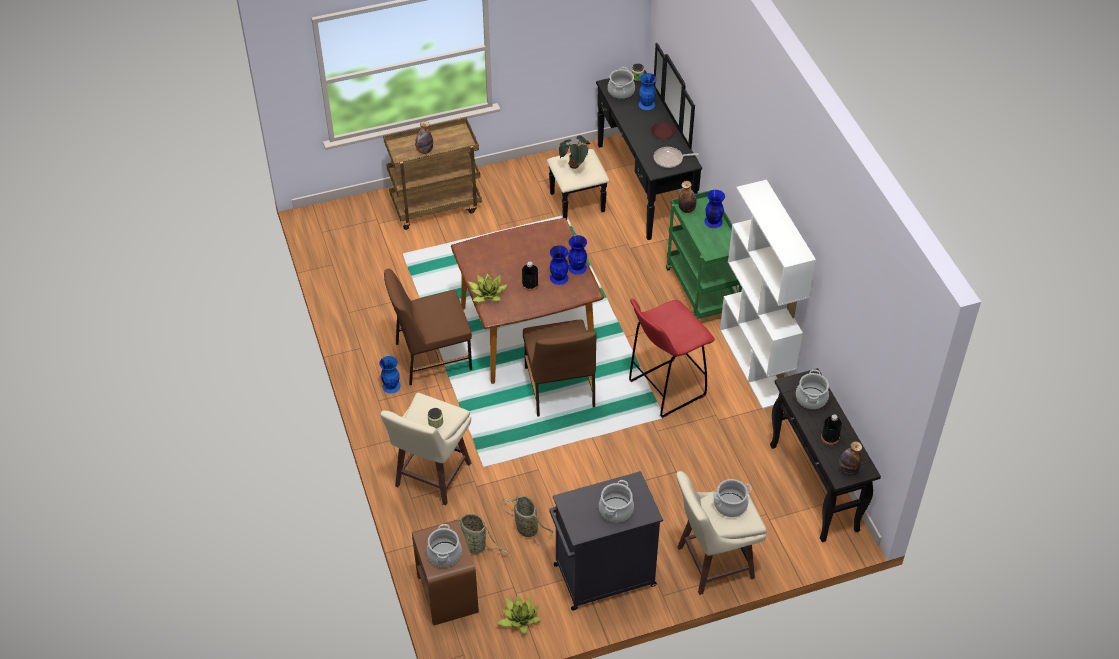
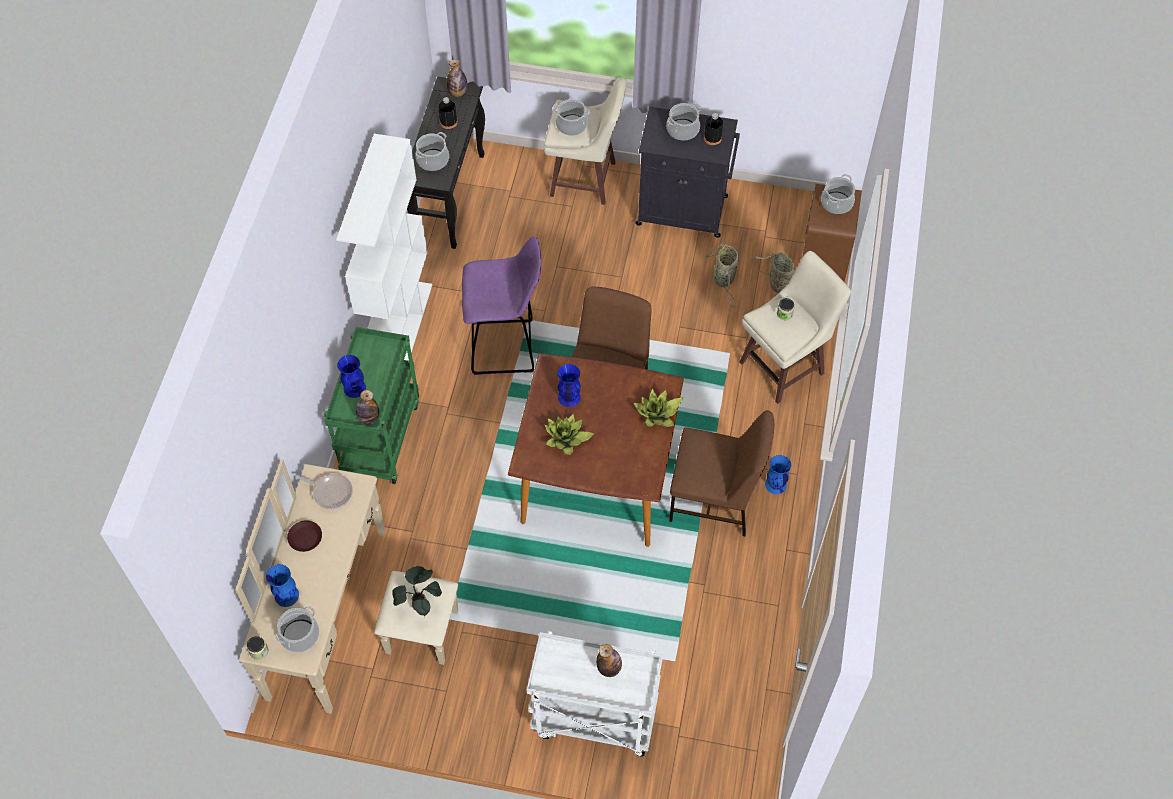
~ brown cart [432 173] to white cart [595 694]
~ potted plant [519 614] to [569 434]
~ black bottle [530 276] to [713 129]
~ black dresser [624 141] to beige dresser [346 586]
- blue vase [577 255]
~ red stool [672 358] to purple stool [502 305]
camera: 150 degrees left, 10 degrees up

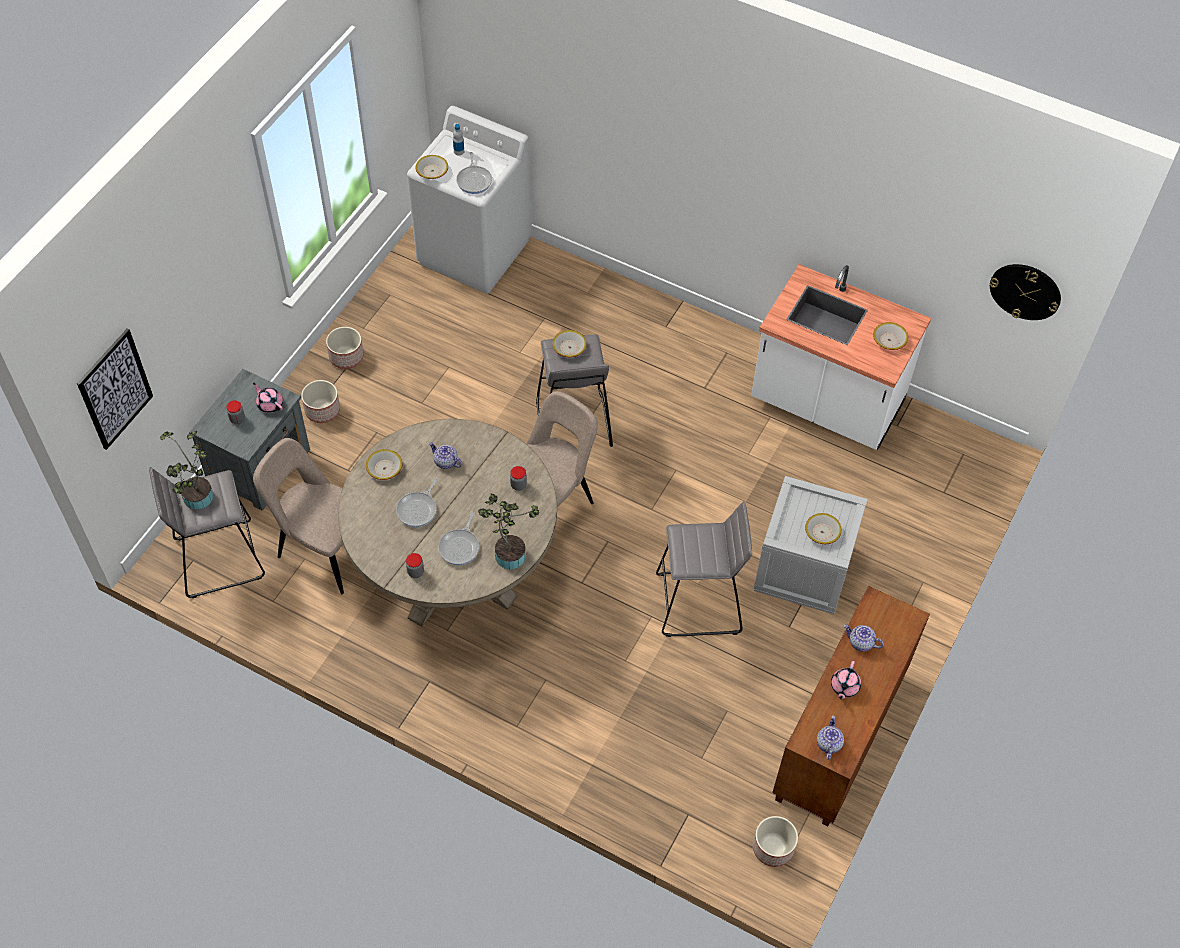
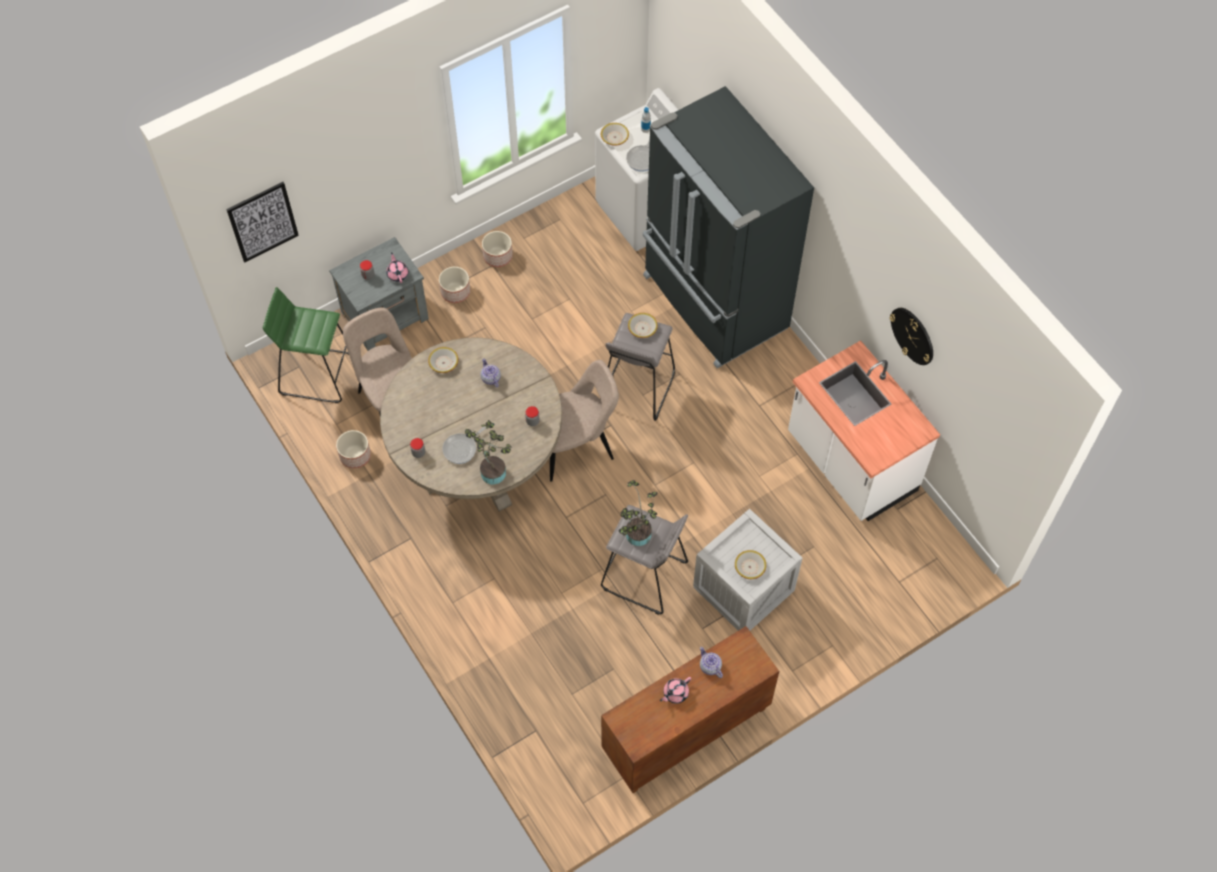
~ grey stool [207 532] to green stool [306 345]
~ potted plant [186 470] to [638 513]
- frying pan [417 502]
~ planter [775 841] to [353 449]
- teapot [830 738]
- bowl [890 336]
~ wall clock [1025 292] to [911 336]
+ black fridge [728 227]
camera: 30 degrees right, 5 degrees up

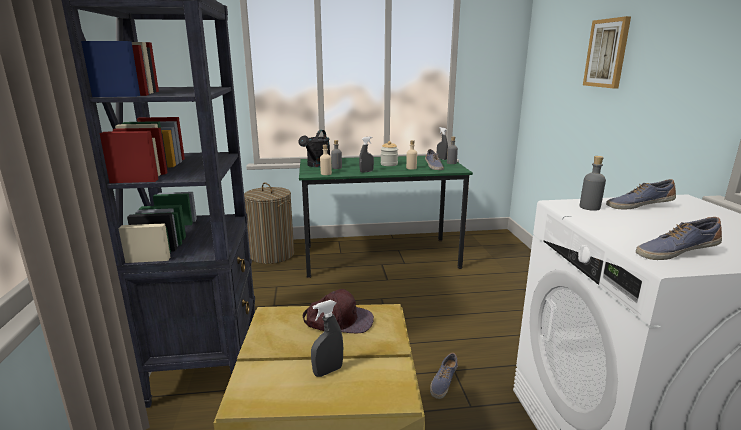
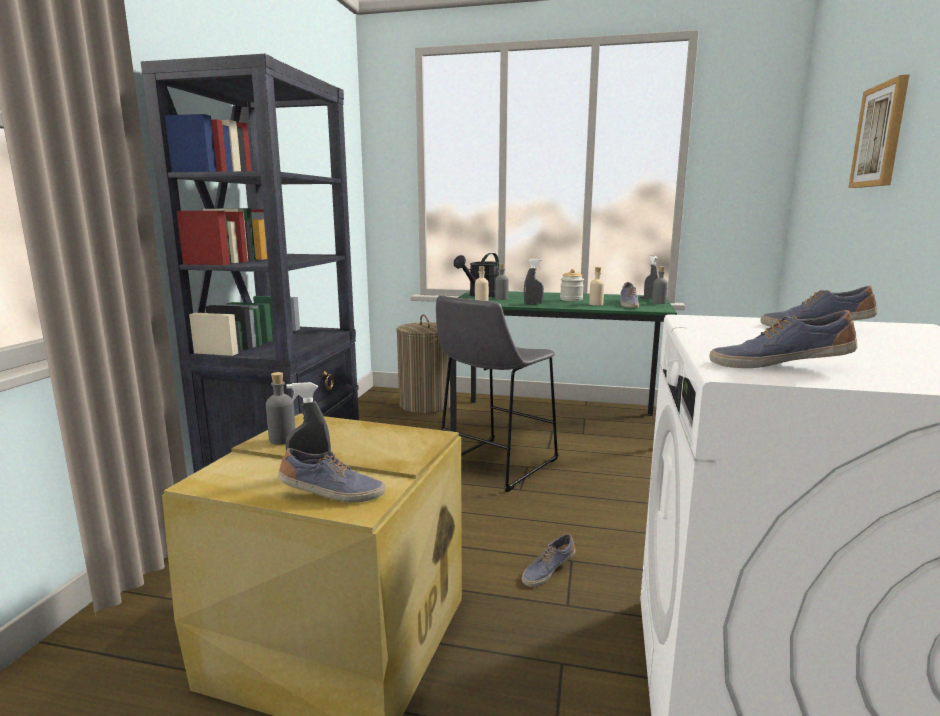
- brown cap [338 311]
~ grey bottle [592 183] to [280 408]
+ shoe [331 475]
+ grey stool [497 393]
camera: 20 degrees right, 5 degrees down

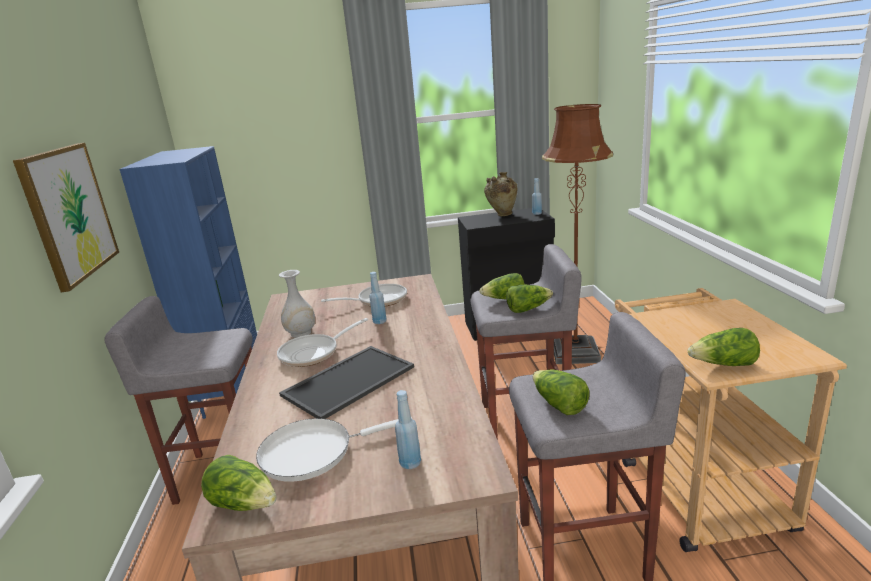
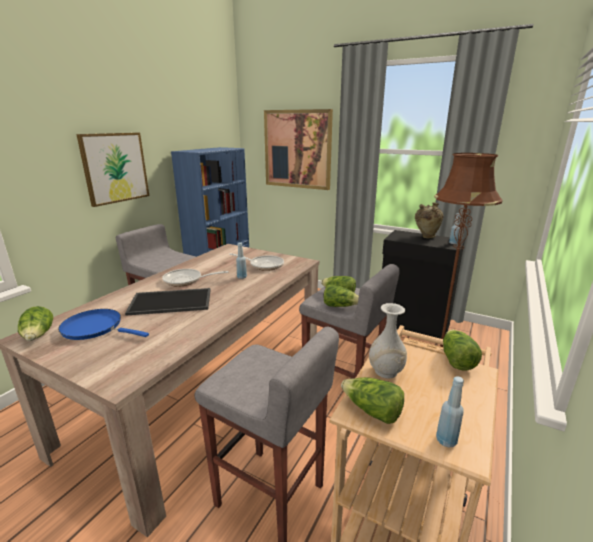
~ white frying pan [334 449] to blue frying pan [103 324]
~ white vase [297 304] to [388 341]
~ blue bottle [408 429] to [450 412]
~ lettuce [560 392] to [462 350]
+ picture [298 149]
camera: 35 degrees right, 0 degrees up

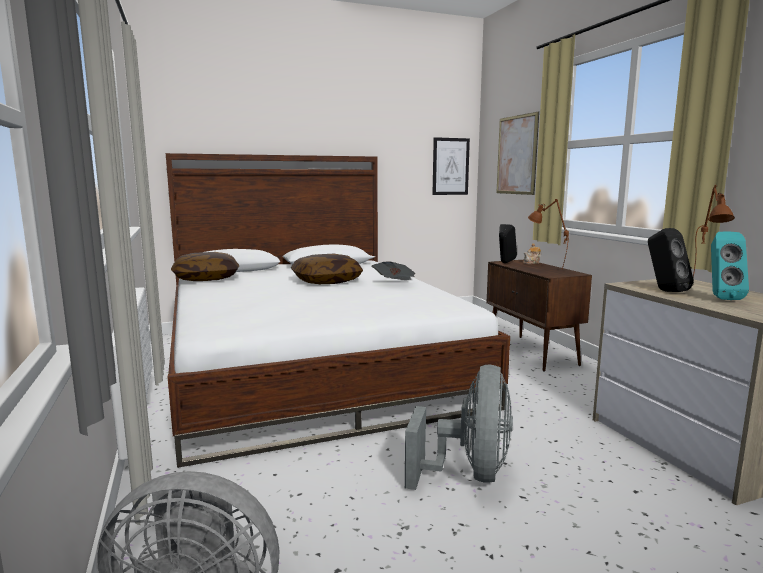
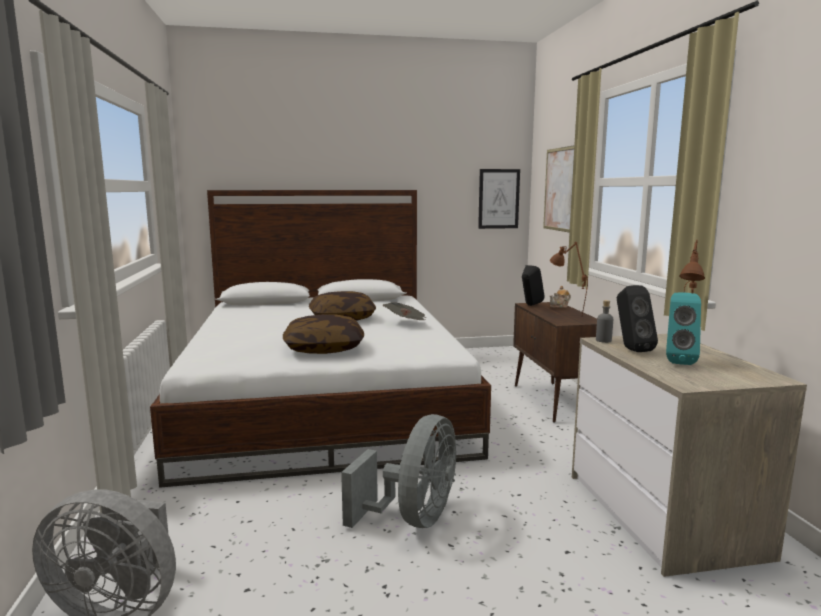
~ pillow [205 266] to [323 334]
+ grey bottle [604 321]
camera: 10 degrees right, 0 degrees up

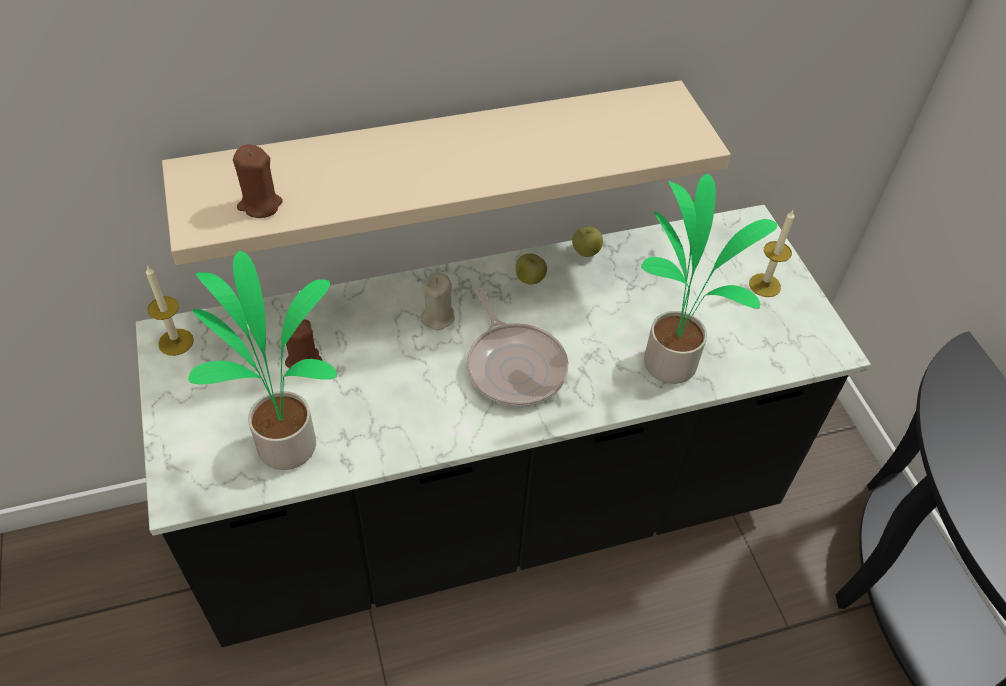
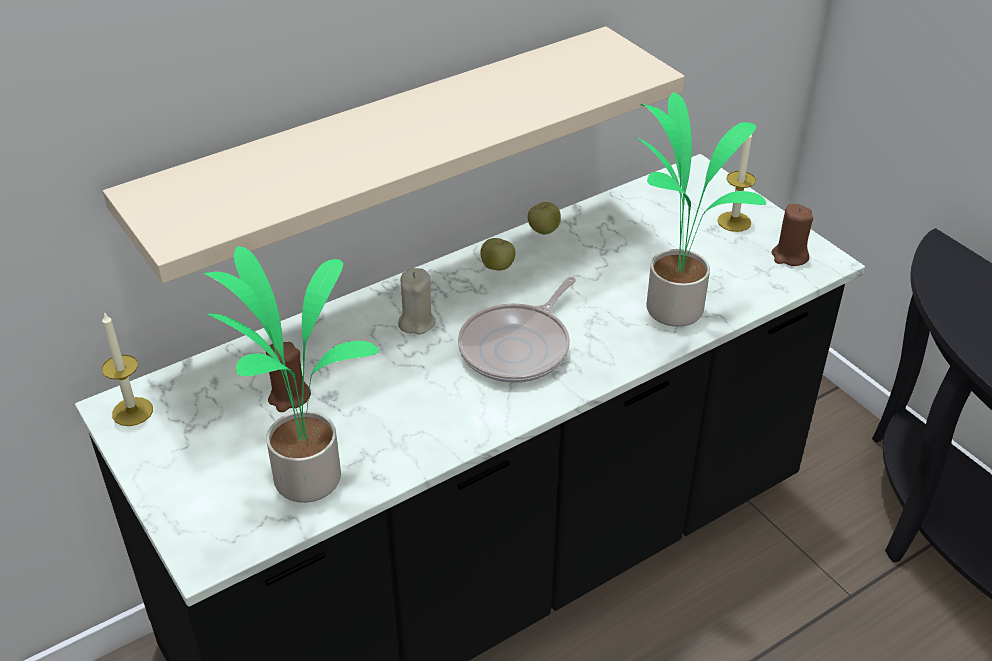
~ brown candle [258 181] to [792 235]
~ frying pan [517 347] = [517 330] 75 degrees clockwise
camera: 15 degrees left, 10 degrees down

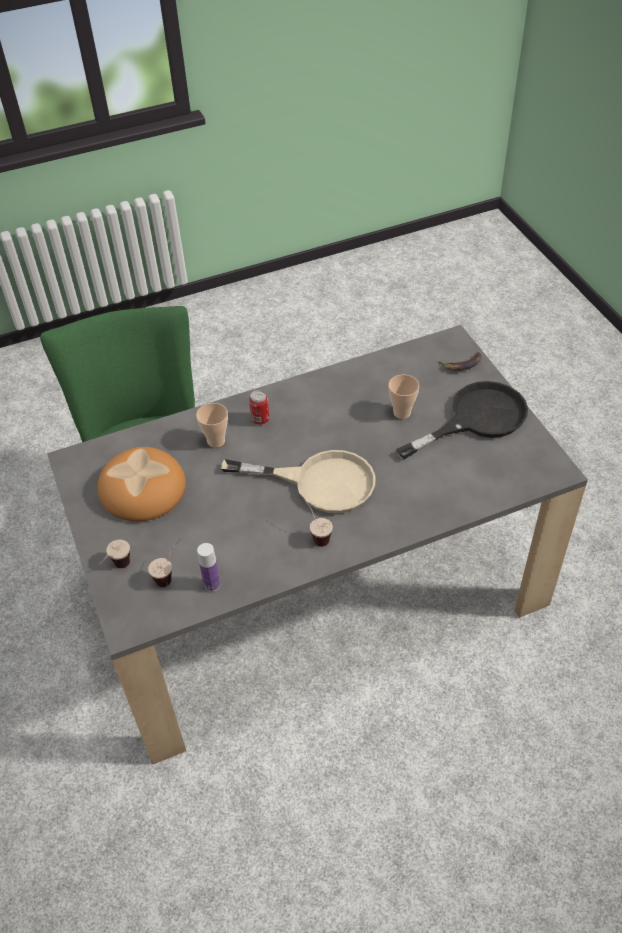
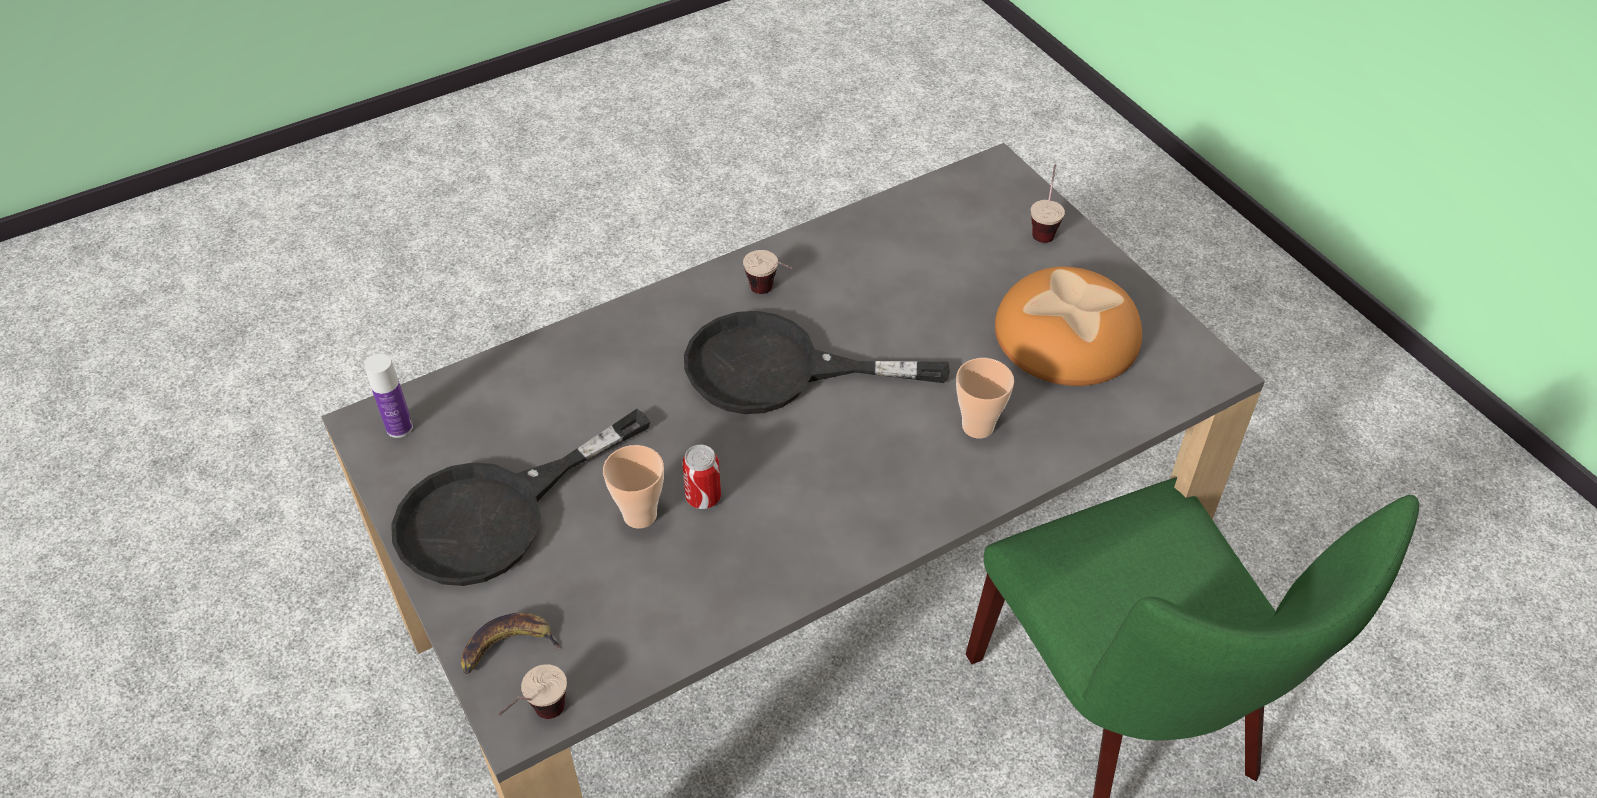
~ cup [164 562] to [532 691]
~ bottle [209 567] to [388 395]
~ beige frying pan [298 481] to black frying pan [817 362]
~ can [259 407] to [701 477]
camera: 170 degrees right, 0 degrees up

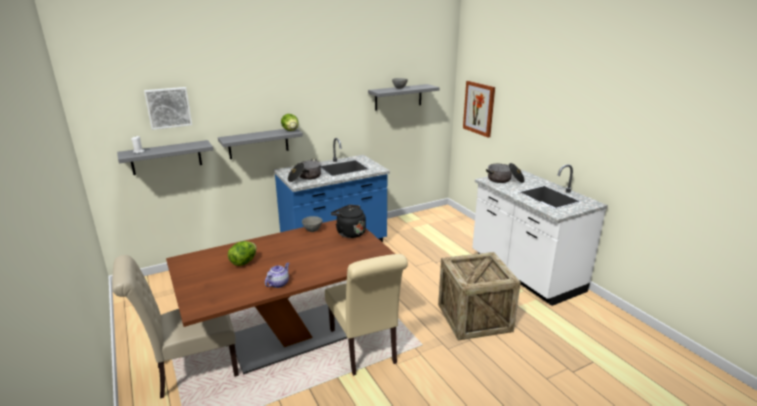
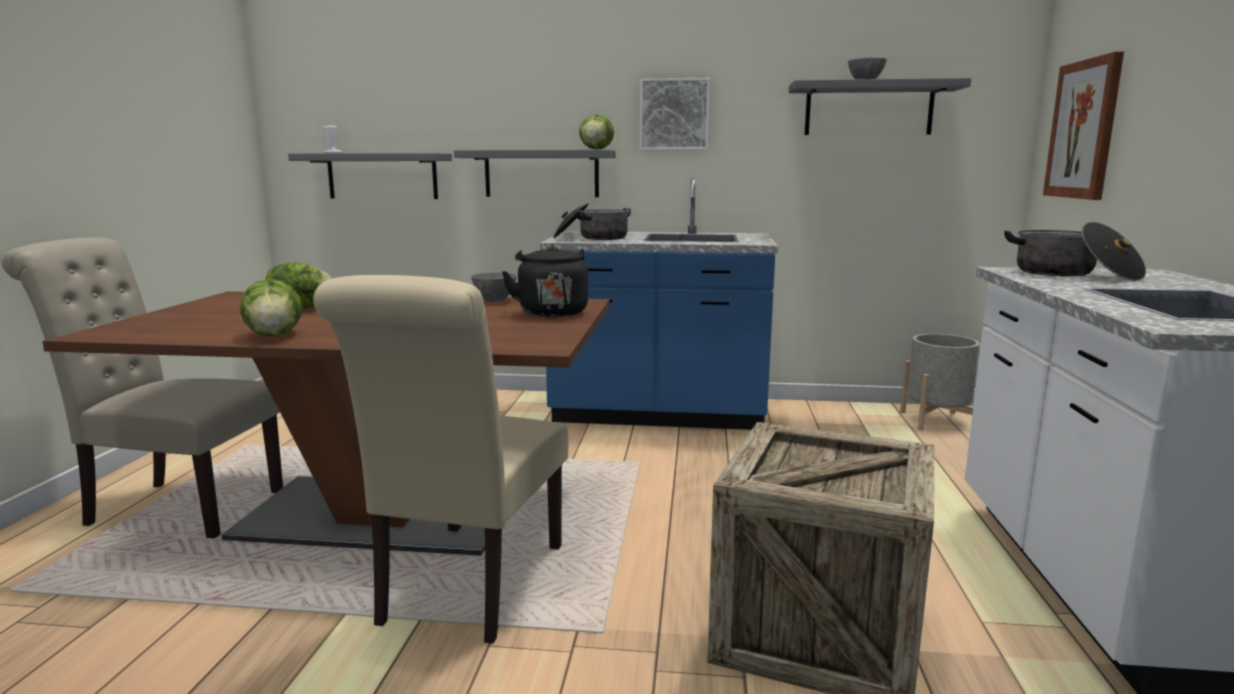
~ picture [168 108] to [675 114]
~ teapot [277 275] to lettuce [271 307]
+ grey planter [940 382]
camera: 35 degrees right, 10 degrees down

